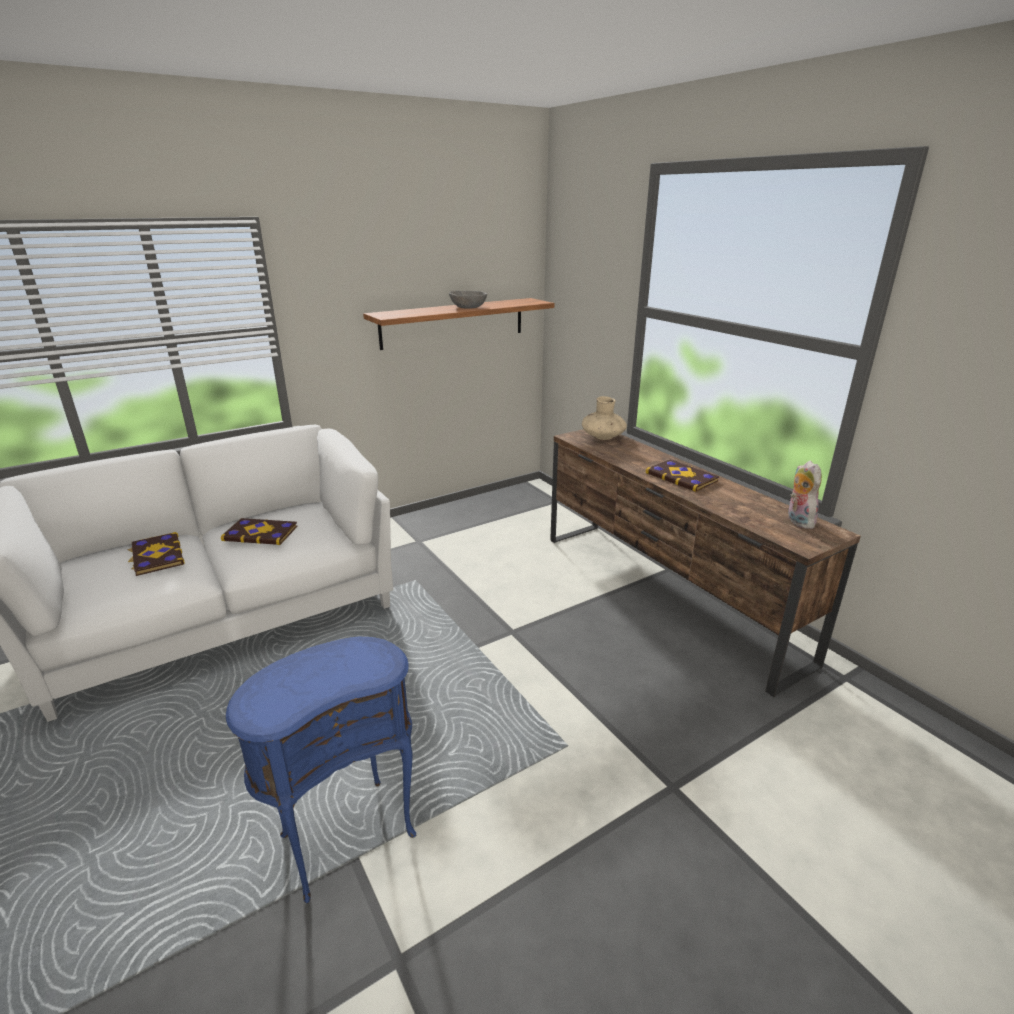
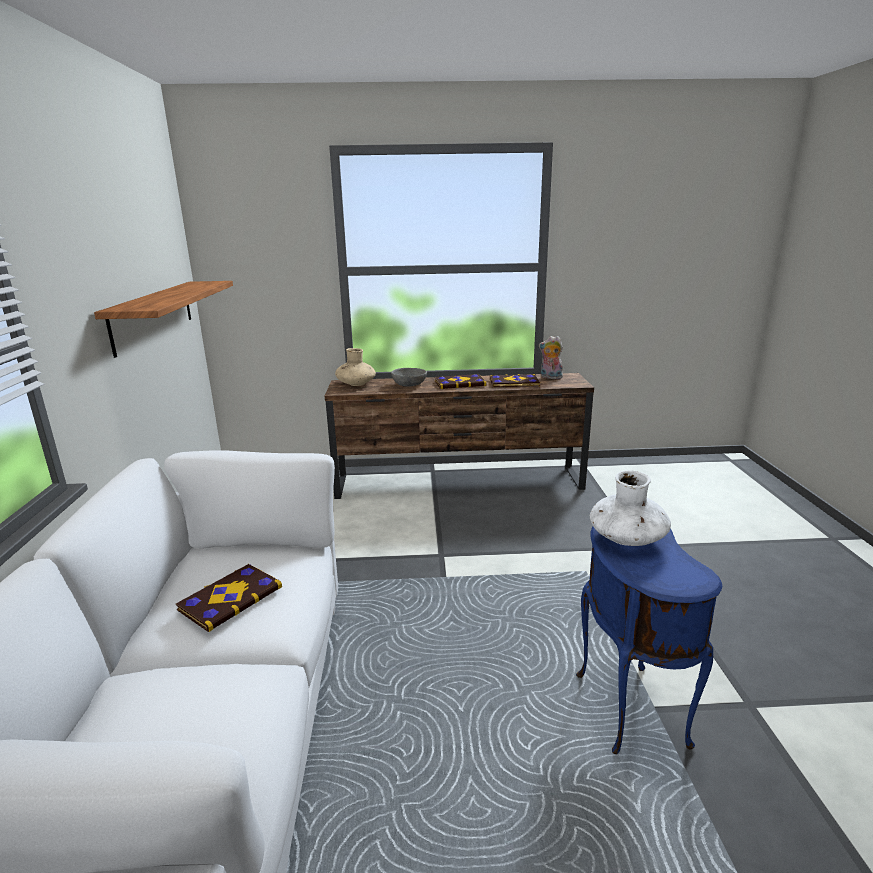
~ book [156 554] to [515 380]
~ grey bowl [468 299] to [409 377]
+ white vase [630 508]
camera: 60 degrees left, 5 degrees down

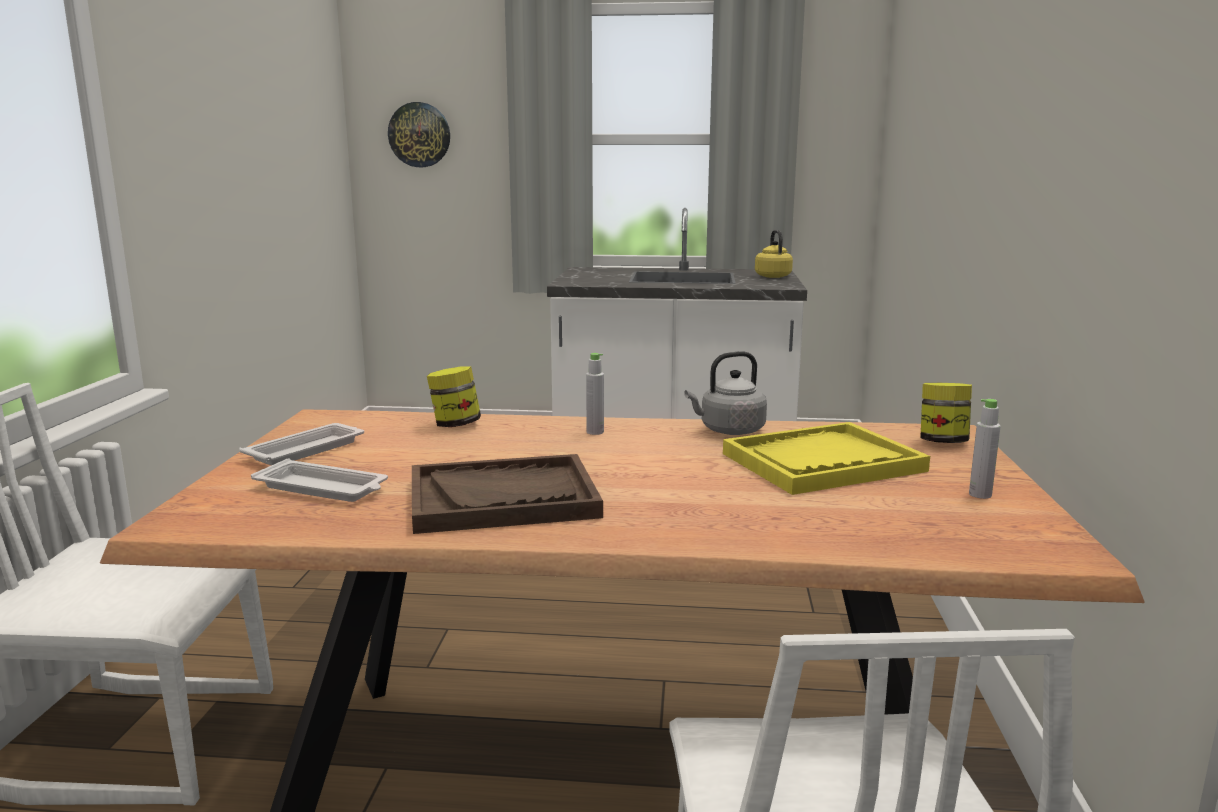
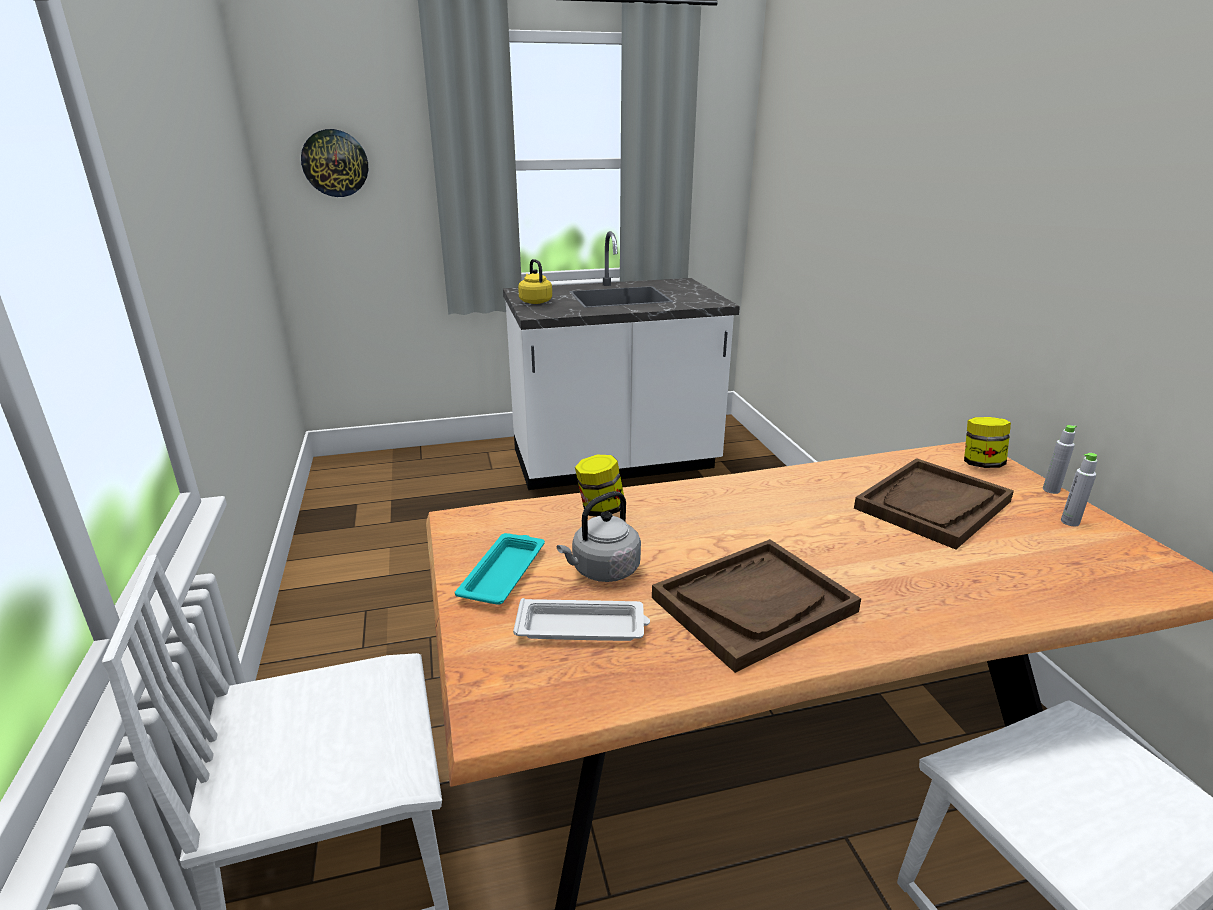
~ white tray [301 444] to turquoise tray [500 569]
~ grey bottle [595 394] to [1060 459]
~ grey kettle [725 393] to [599 536]
~ yellow tray [826 458] to brown tray [934 504]
~ yellow kettle [774 254] to [535 281]
camera: 20 degrees left, 10 degrees up

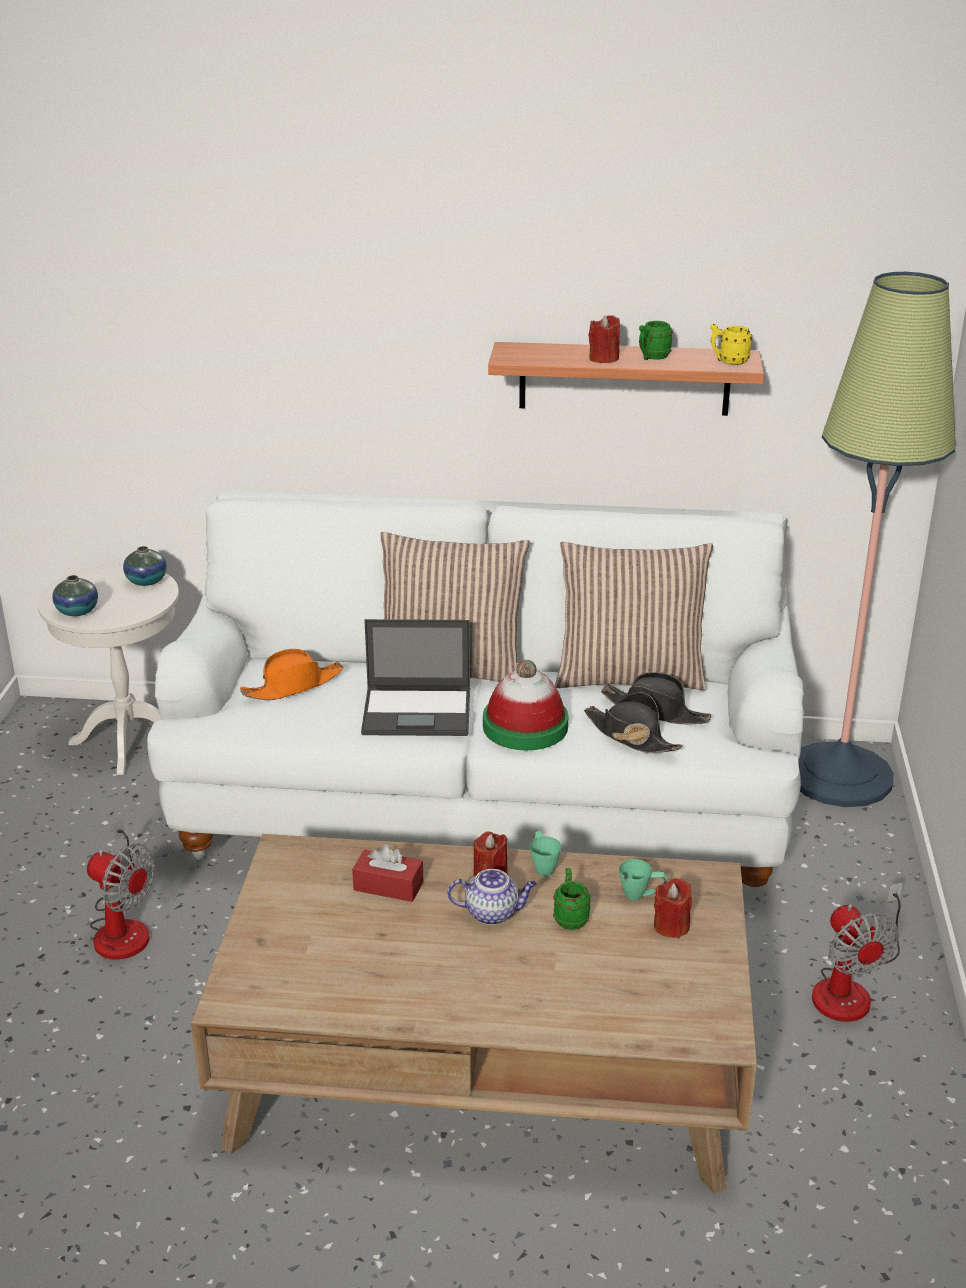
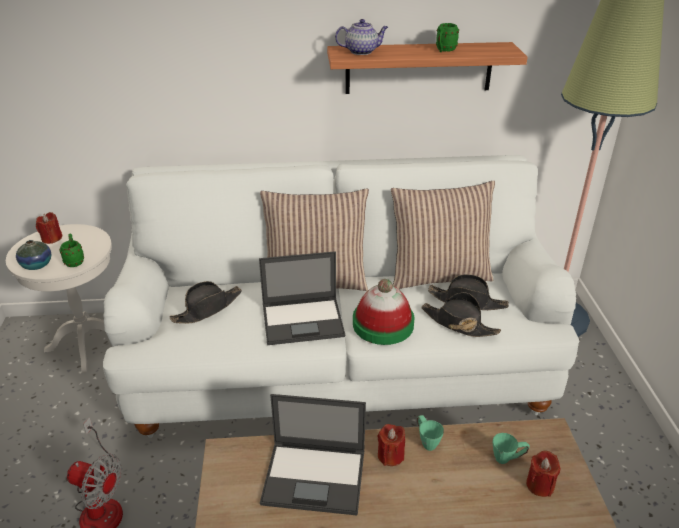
- vase [145 566]
~ orange hat [292 674] to black hat [205 302]
~ red tissue box [387 873] to laptop [313 454]
~ teapot [492 897] to [361 37]
~ green mug [572 899] to [71 250]
~ red candle [604 339] to [49 228]
- yellow mug [731 344]
- fan [857 952]
camera: 10 degrees left, 5 degrees up

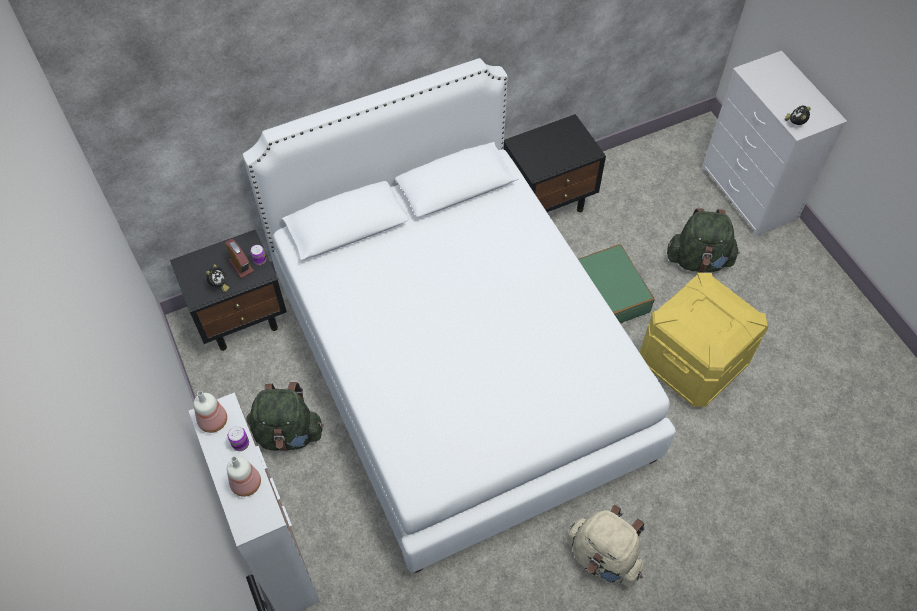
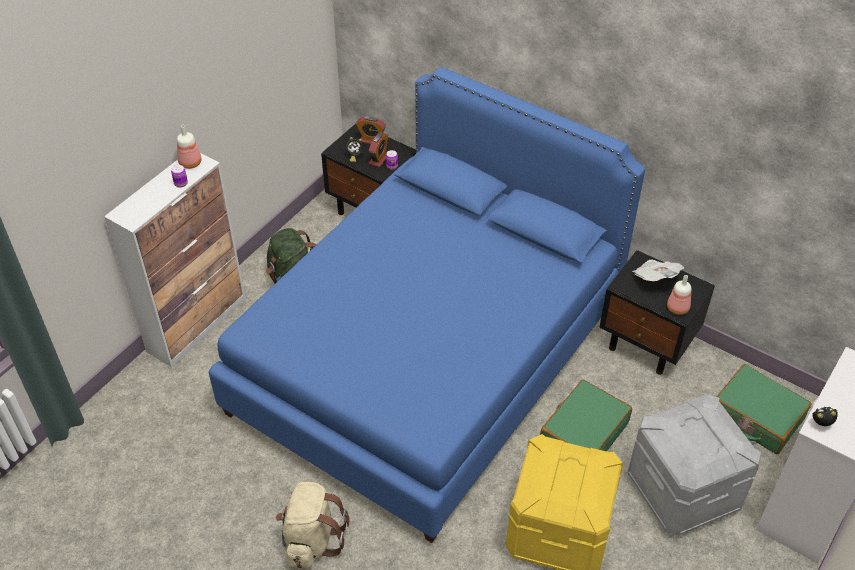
~ bottle [244 476] to [679 295]
~ white bed [459 315] to blue bed [427 305]
~ green backpack [703 241] to grey storage box [694 465]
+ alarm clock [371 130]
+ newspaper [658 270]
+ green suitcase [764 409]
camera: 60 degrees right, 10 degrees down

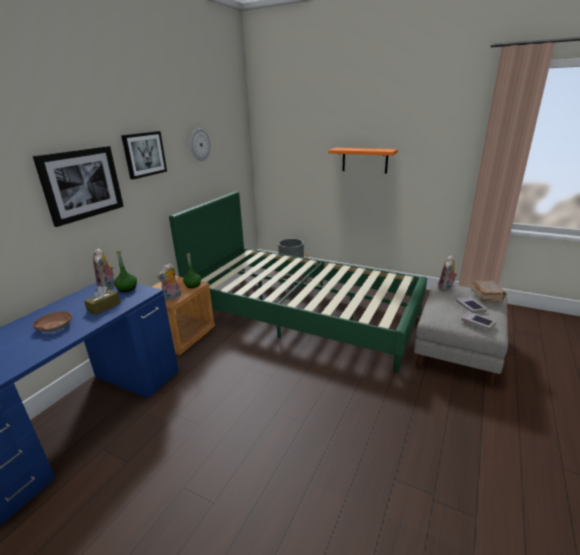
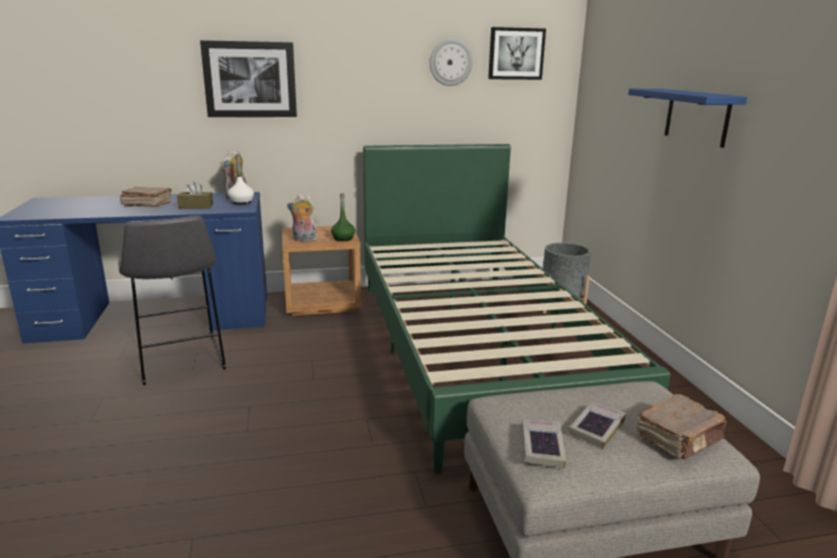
~ brown bowl [52 321] to brown book [146 197]
~ green bottle [125 271] to white bottle [241 179]
~ picture [144 155] to [517 53]
~ orange shelf [363 161] to blue shelf [687 118]
- plush toy [447 273]
+ grey stool [172 300]
camera: 50 degrees right, 5 degrees down

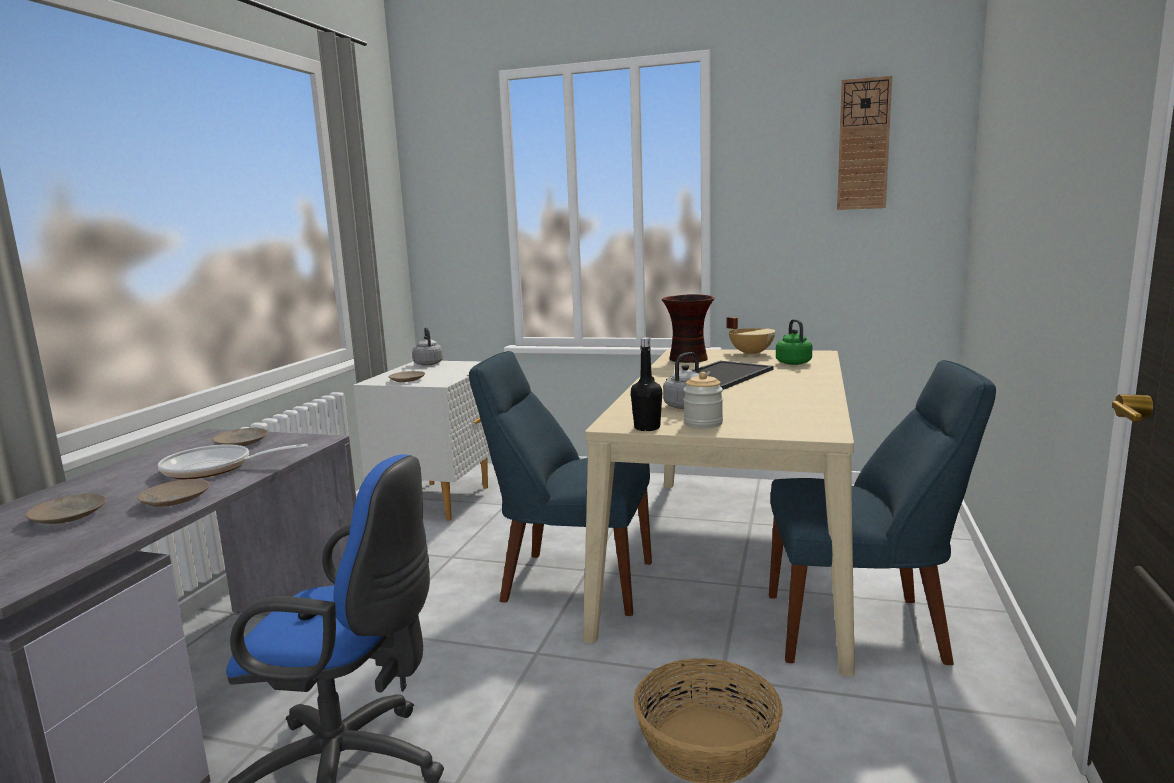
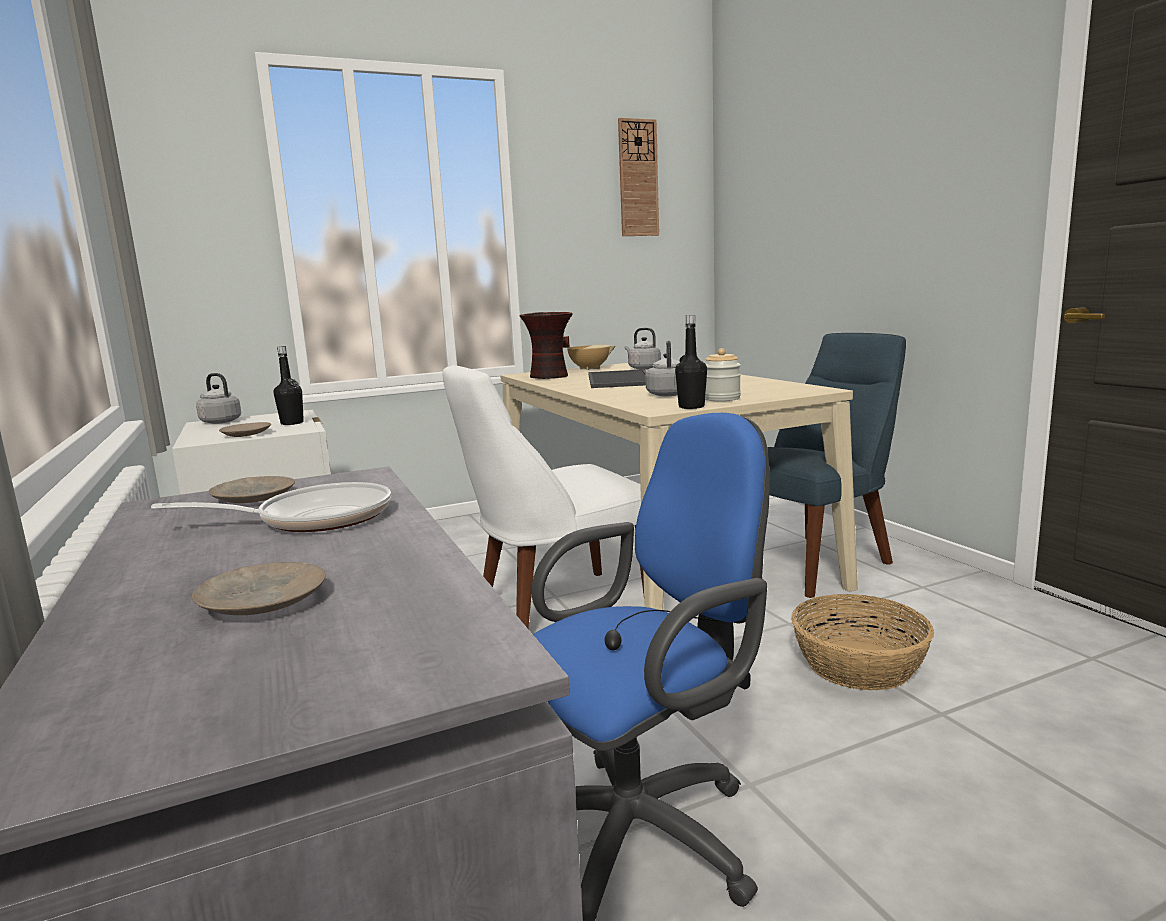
- beige plate [173 493]
~ frying pan [233 461] = [271 507] 150 degrees counterclockwise
~ blue chair [560 483] to white chair [543 496]
~ green kettle [794 342] to grey kettle [642 349]
+ black bottle [289 385]
camera: 40 degrees left, 0 degrees up

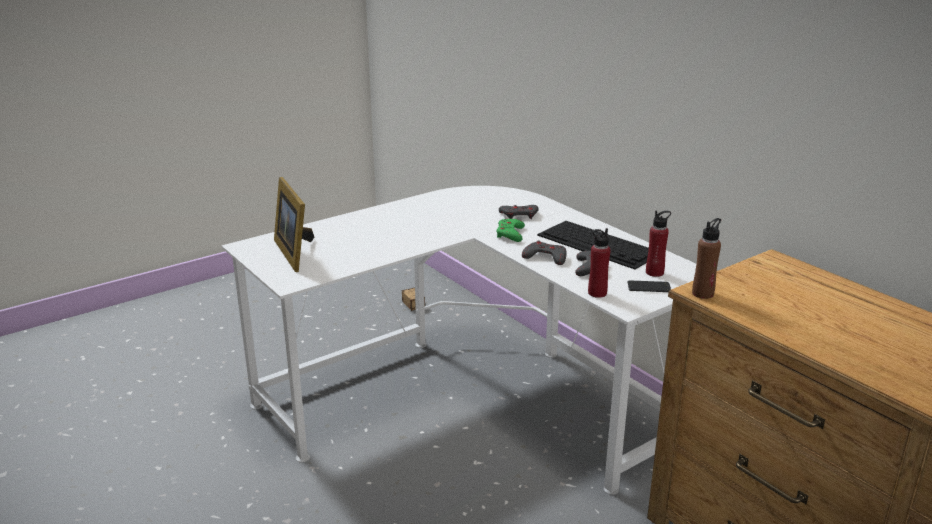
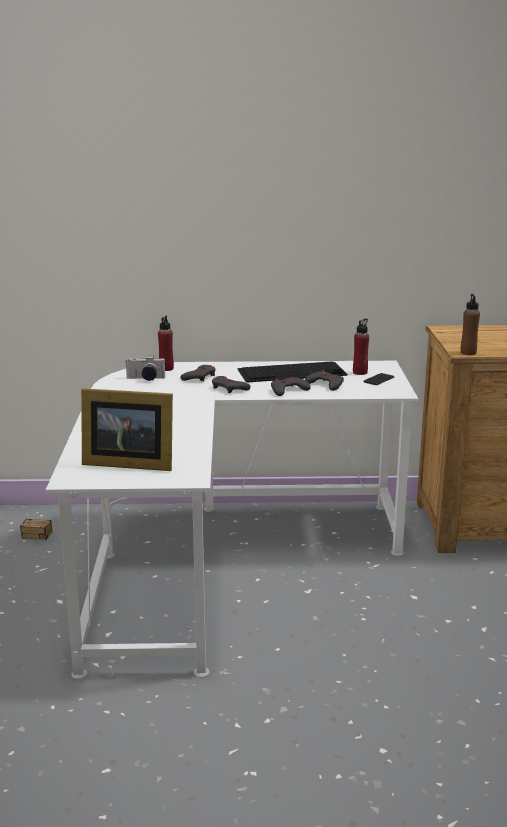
~ green game controller [511 230] to grey game controller [231 384]
~ red bottle [599 263] to [166 343]
+ photo camera [145 368]
camera: 55 degrees left, 5 degrees down

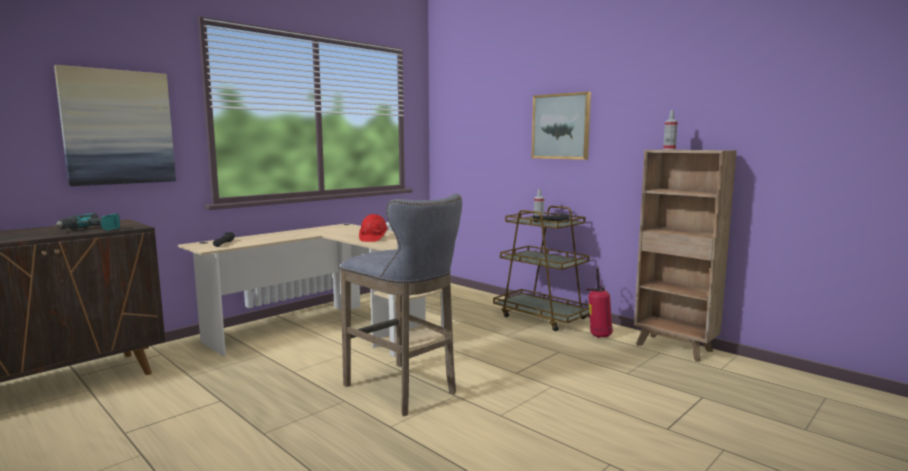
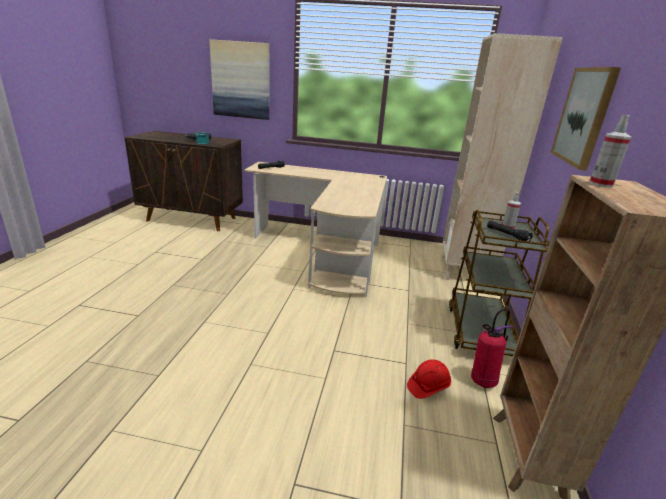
- grey stool [401 304]
~ red hard hat [373 228] to [429 379]
+ beige bookcase [502 156]
camera: 55 degrees right, 15 degrees up

